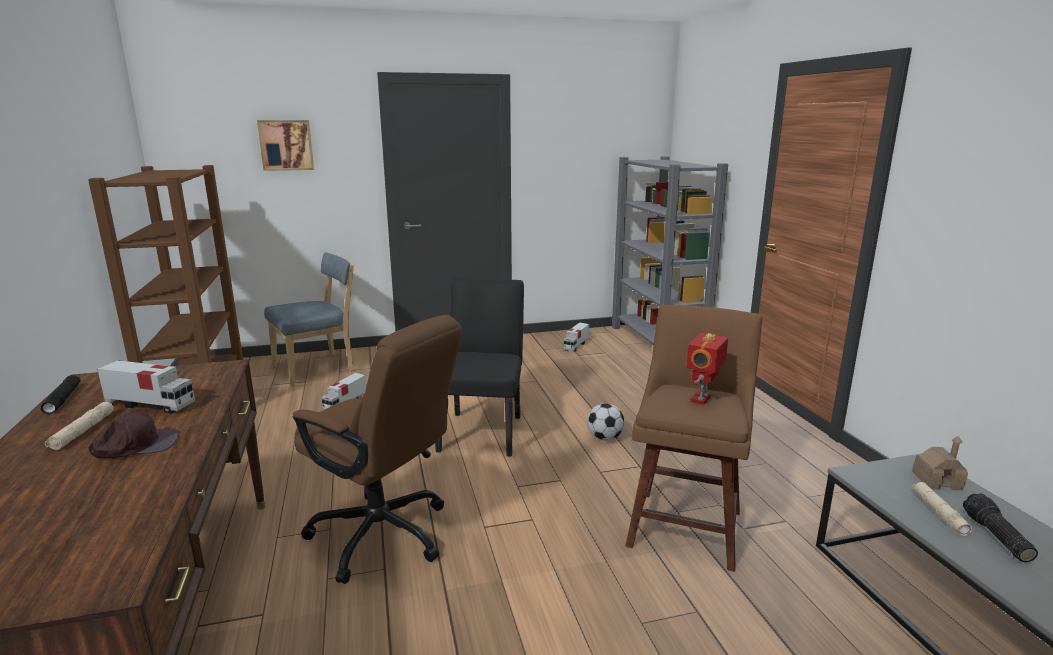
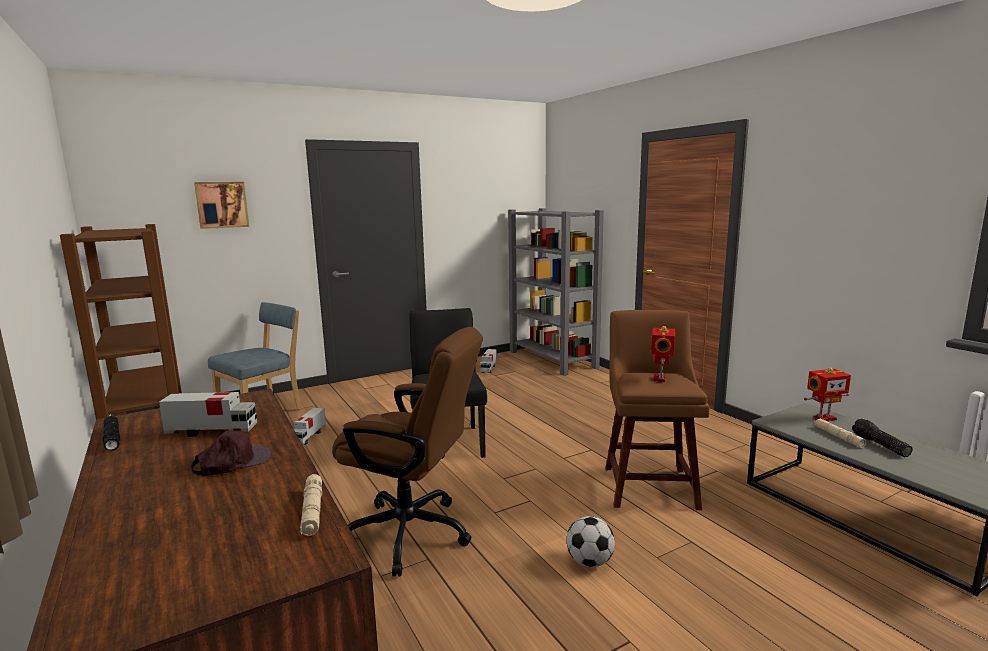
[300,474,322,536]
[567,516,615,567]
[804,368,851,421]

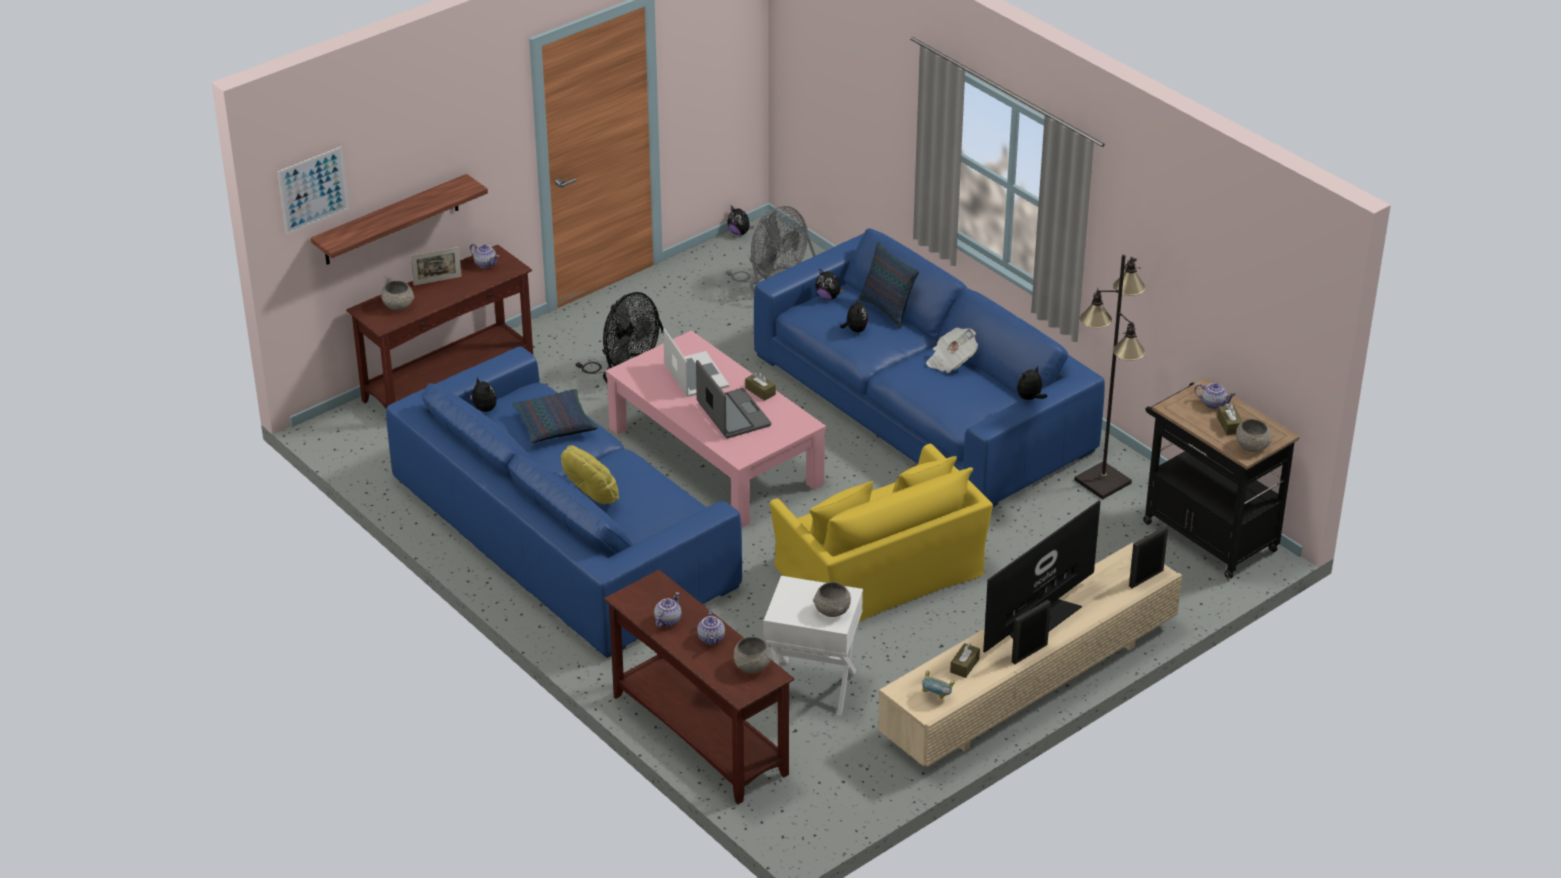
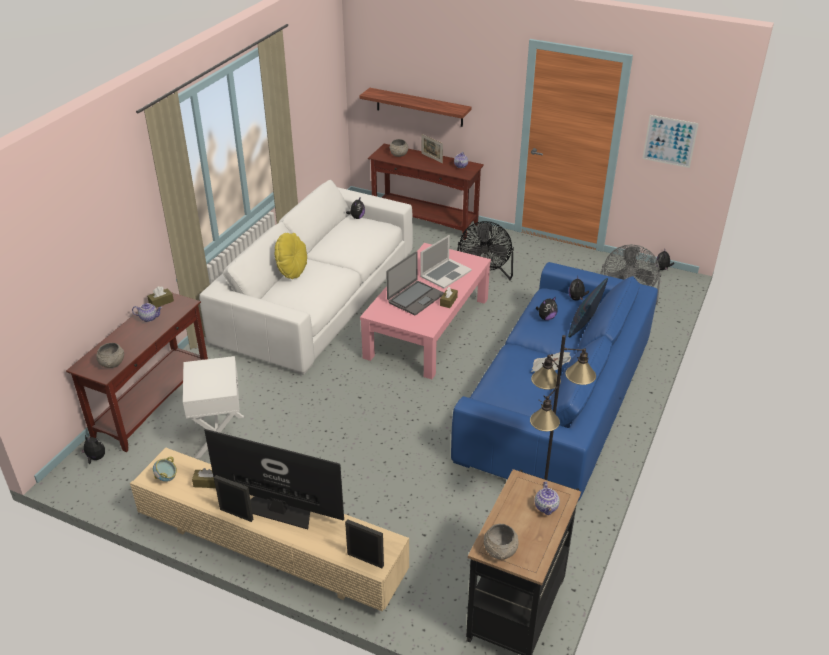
[642,115,699,168]
[199,180,413,375]
[512,389,598,443] (first image)
[697,610,725,646] (first image)
[770,444,993,622] (first image)
[813,582,851,617] (first image)
[81,435,105,464]
[147,286,174,308]

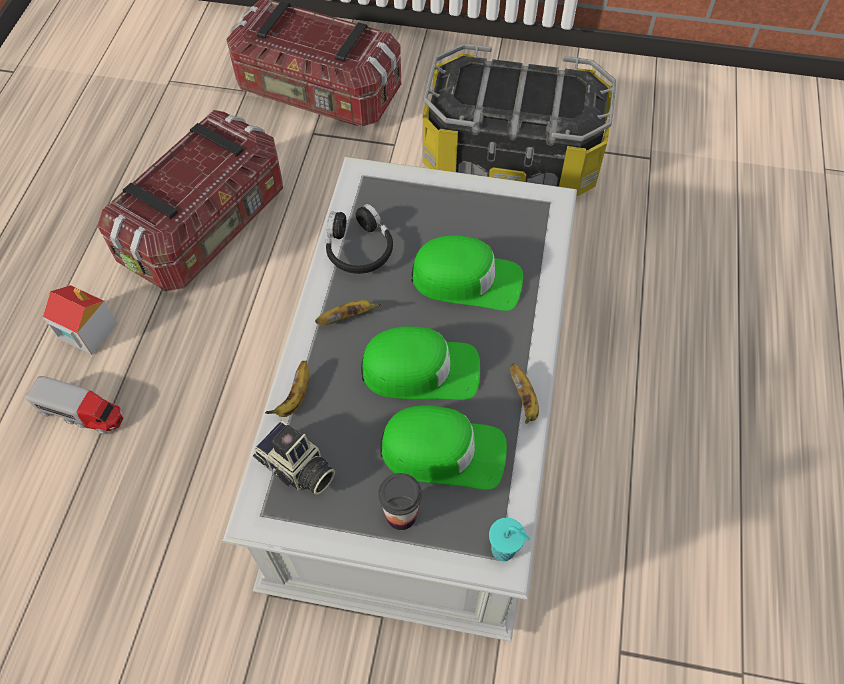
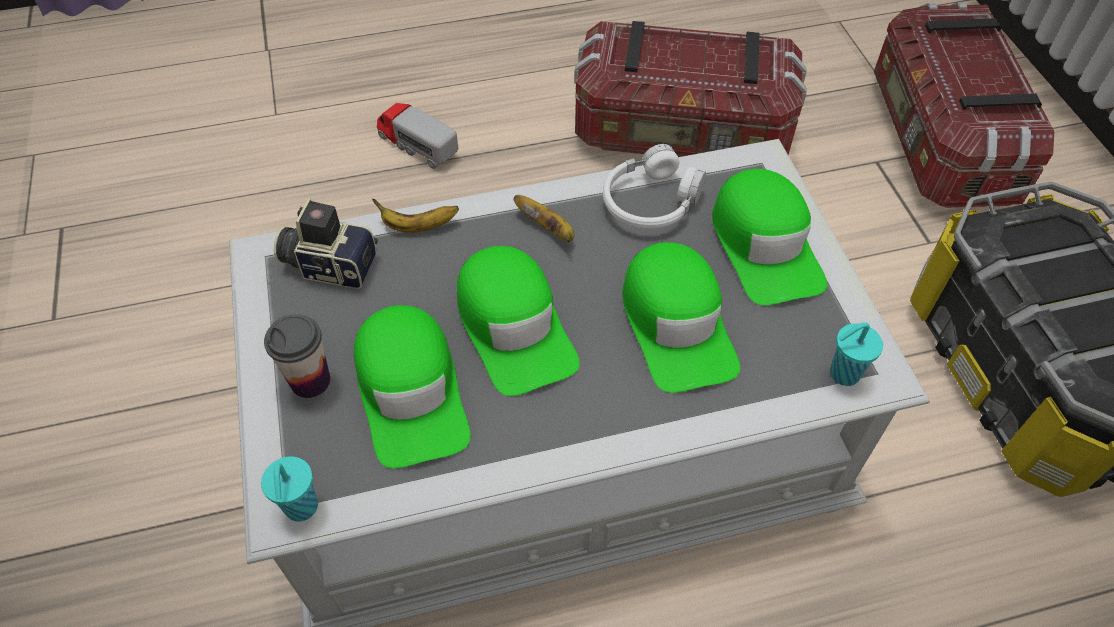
[377,103,458,169]
[43,285,118,355] (first image)
[274,198,378,289]
[603,144,706,229]
[510,363,539,424] (first image)
[712,169,827,305]
[830,322,883,386]

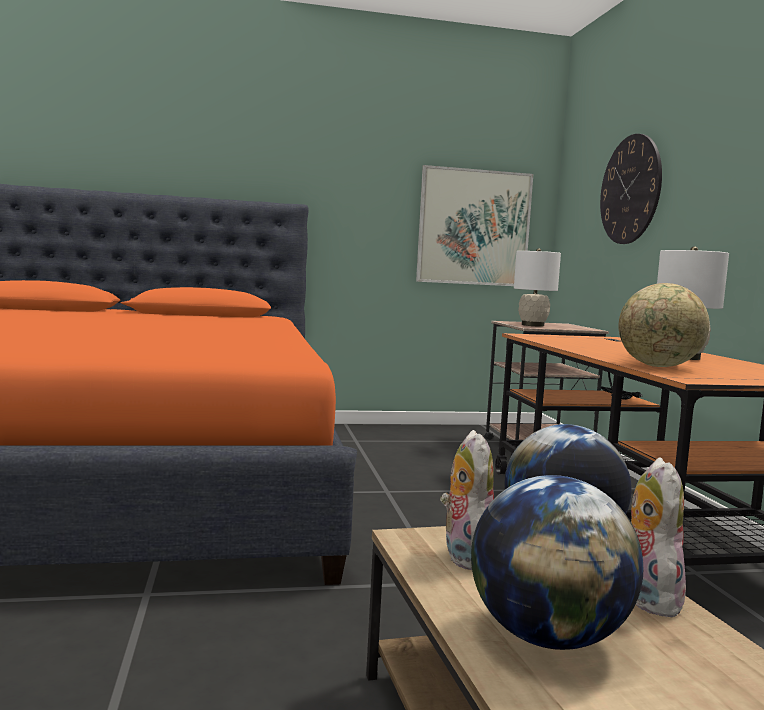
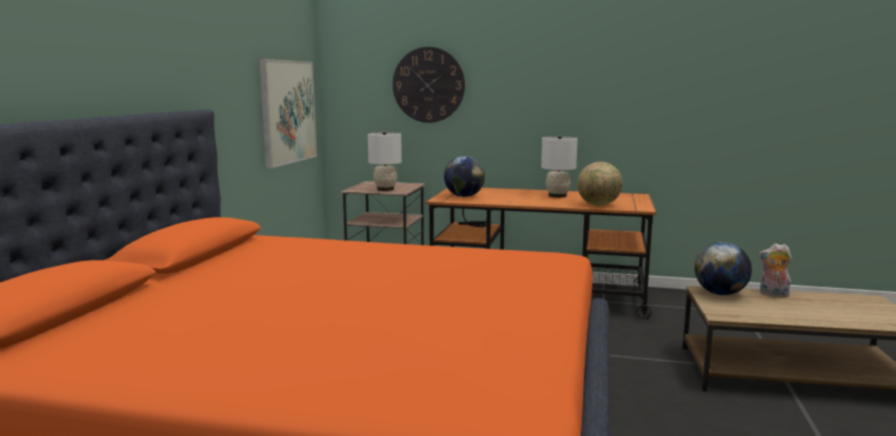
[440,430,494,570] (first image)
[444,156,485,197]

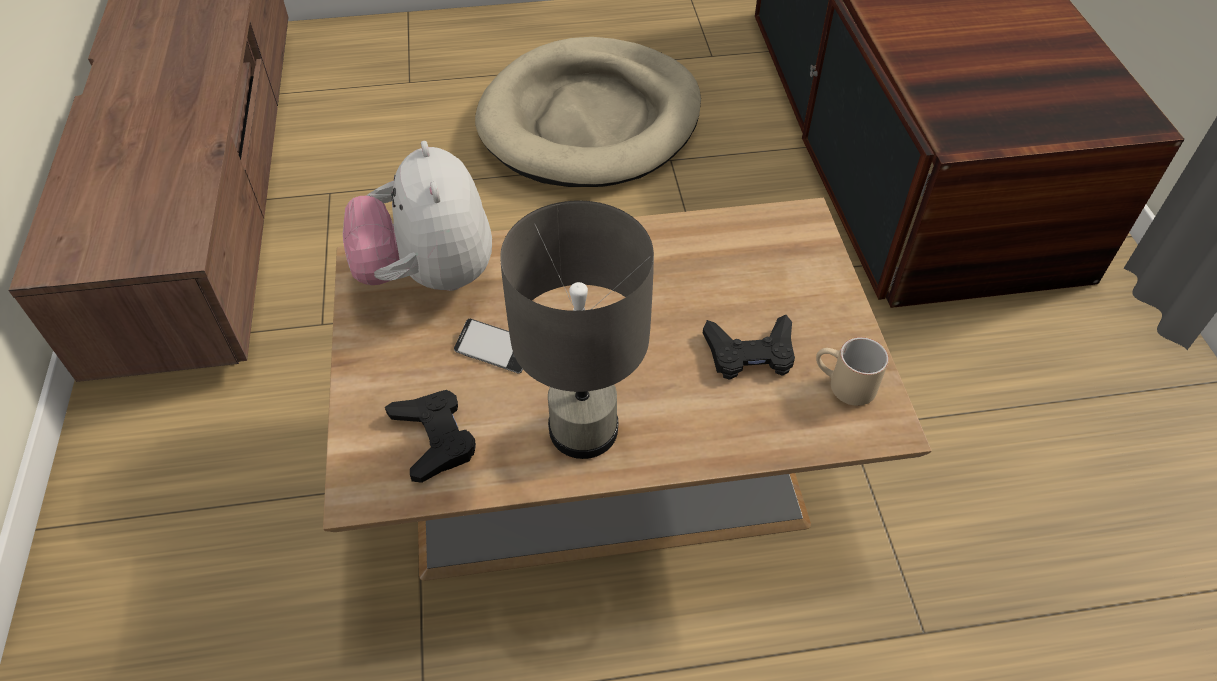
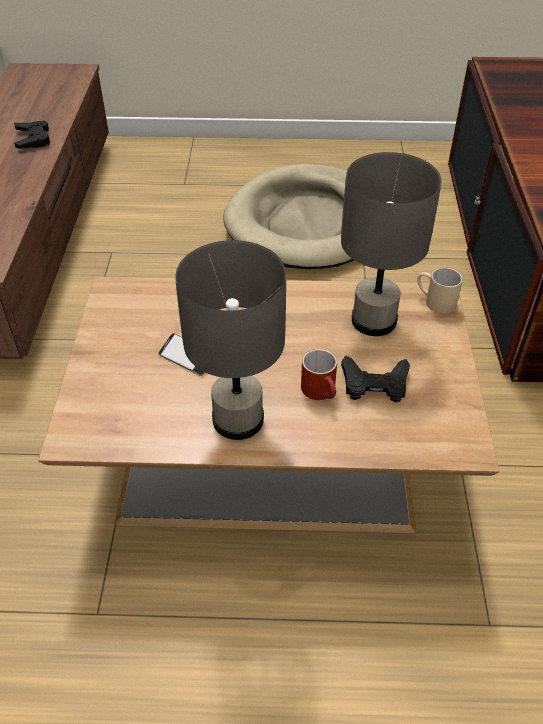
[343,141,492,291] (first image)
[14,121,50,149]
[417,267,463,313]
[301,349,337,400]
[341,152,441,336]

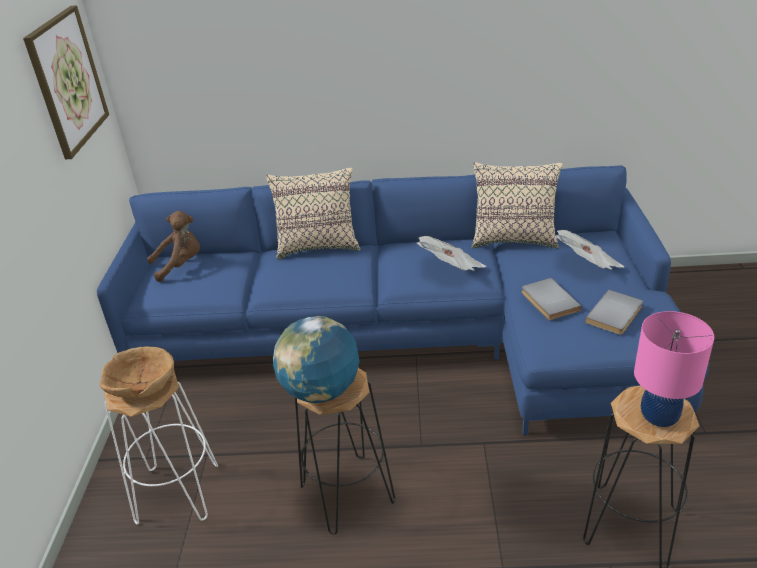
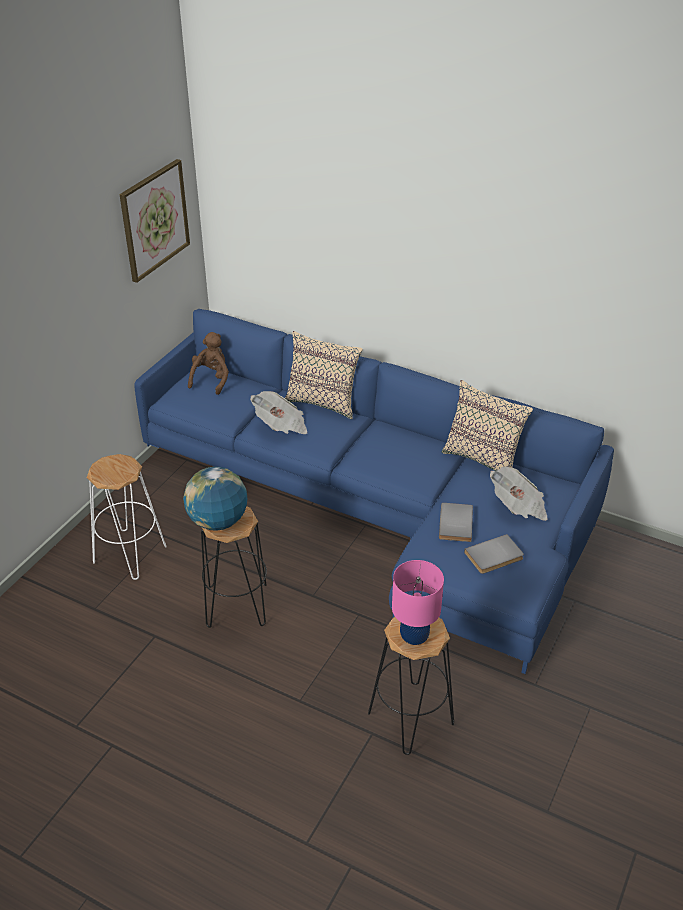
[100,346,174,398] (first image)
[188,332,229,395]
[250,391,307,434]

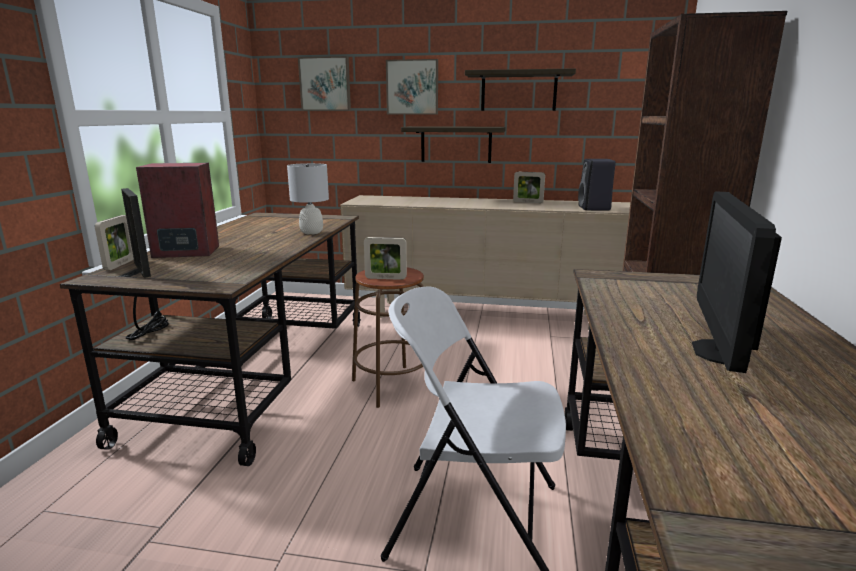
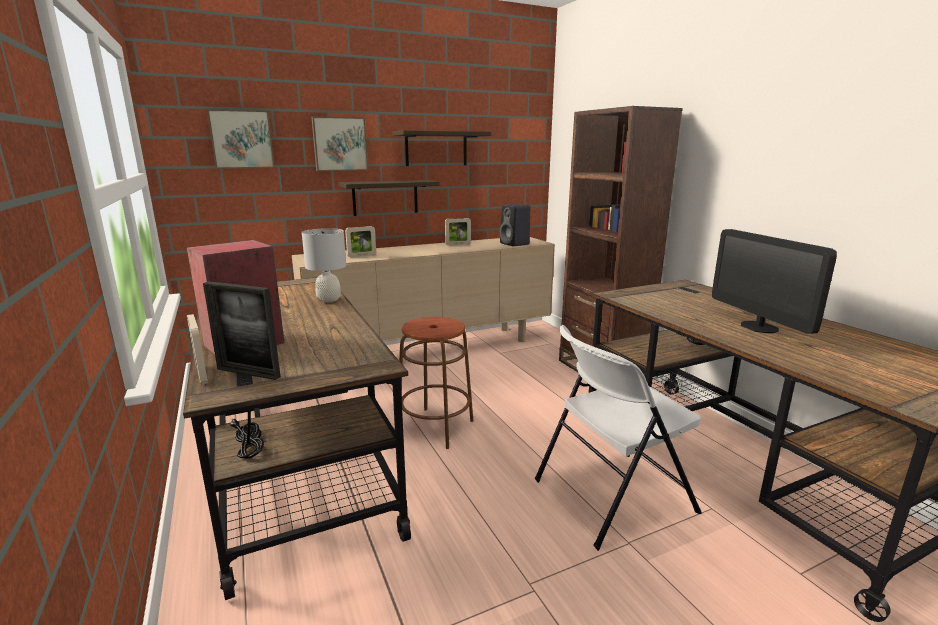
[345,226,376,257]

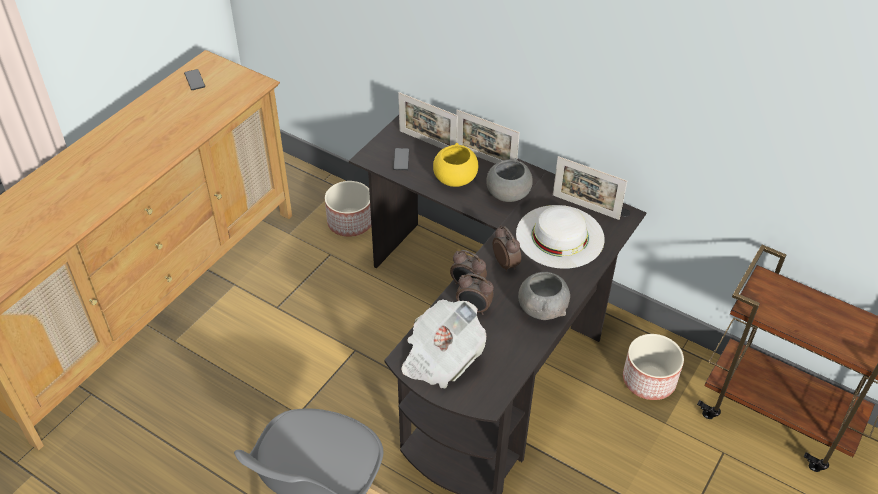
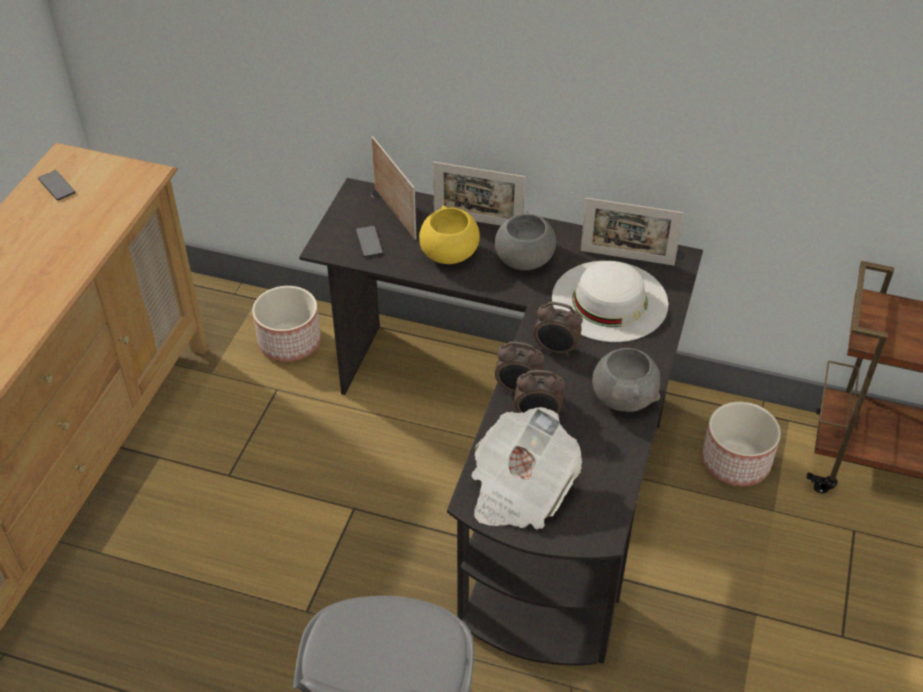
[372,136,417,240]
[534,302,583,356]

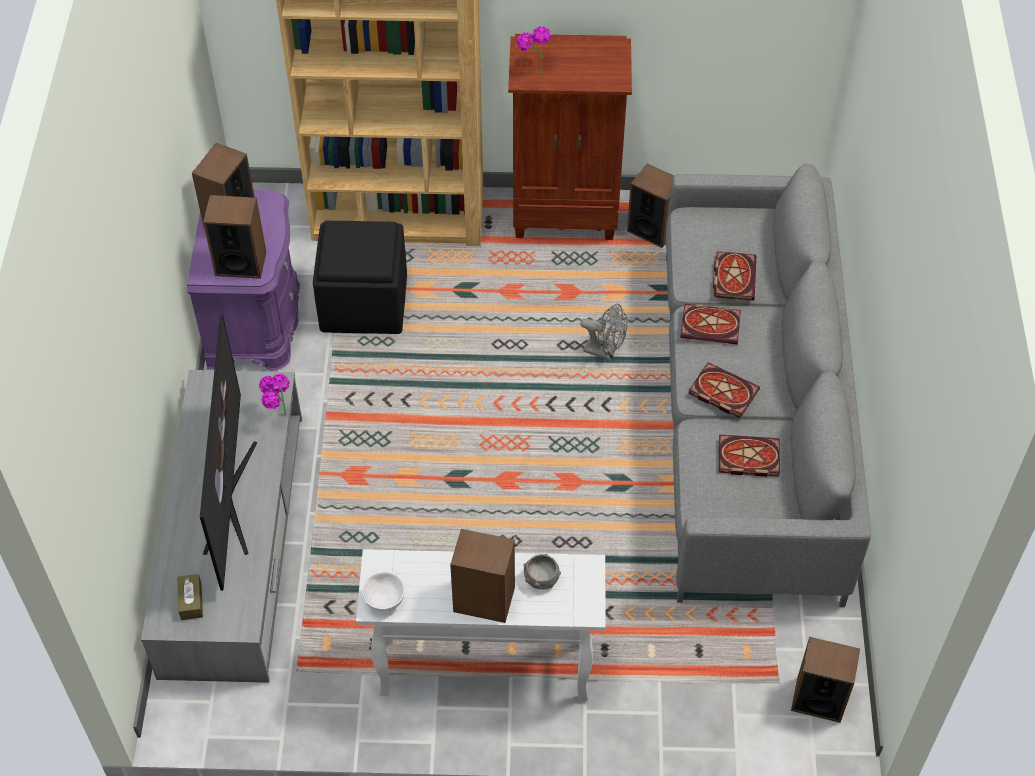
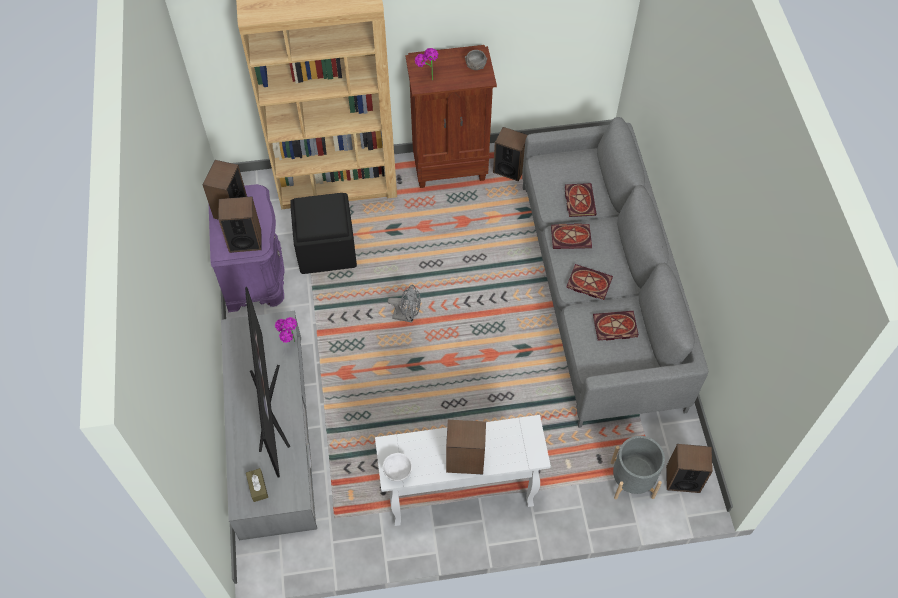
[465,50,487,70]
[388,285,421,323]
[611,436,665,499]

